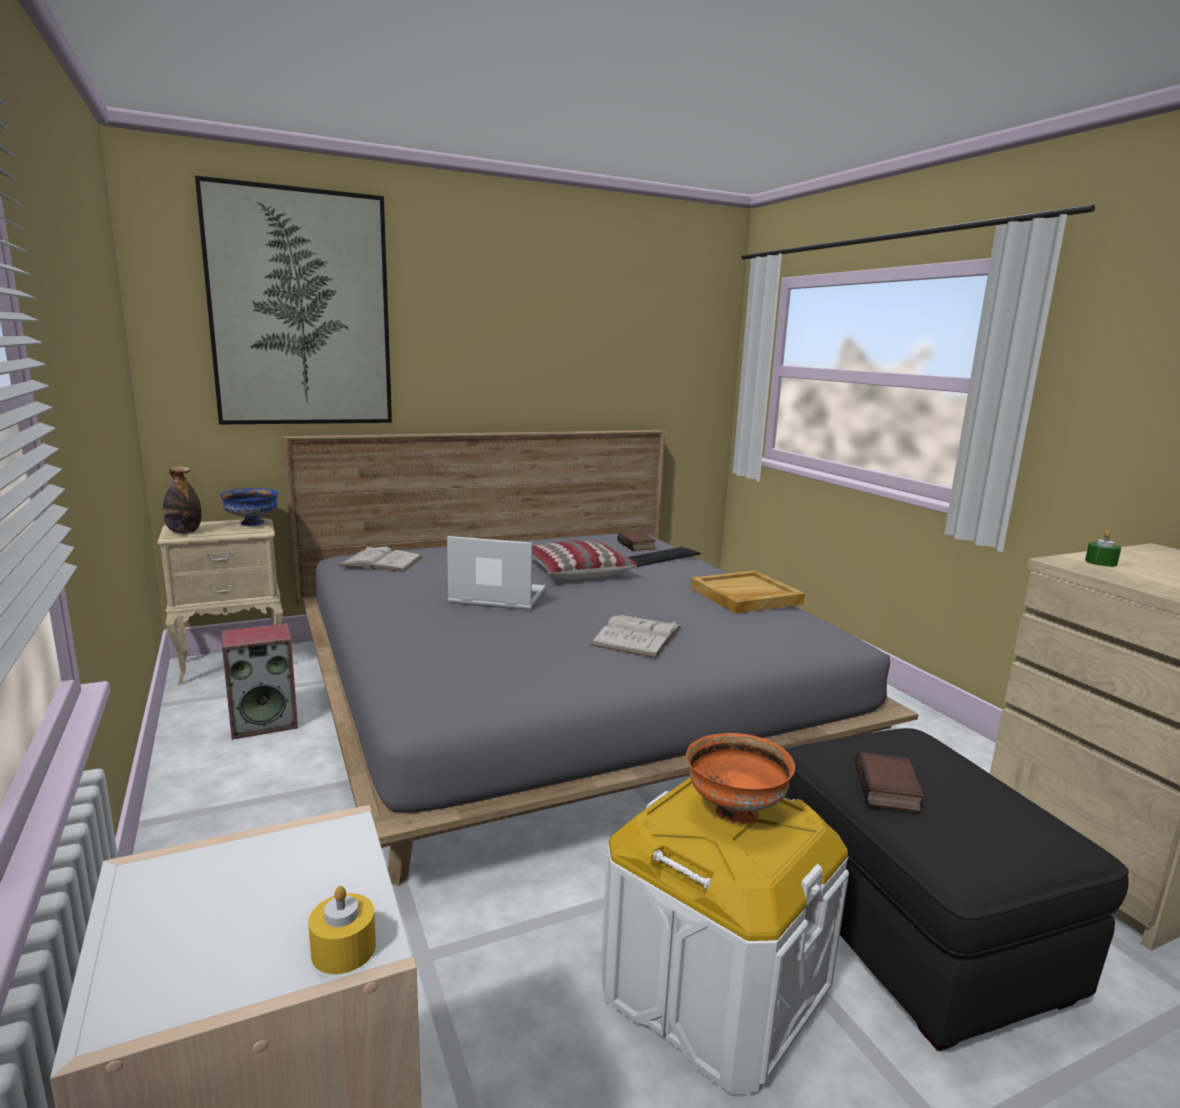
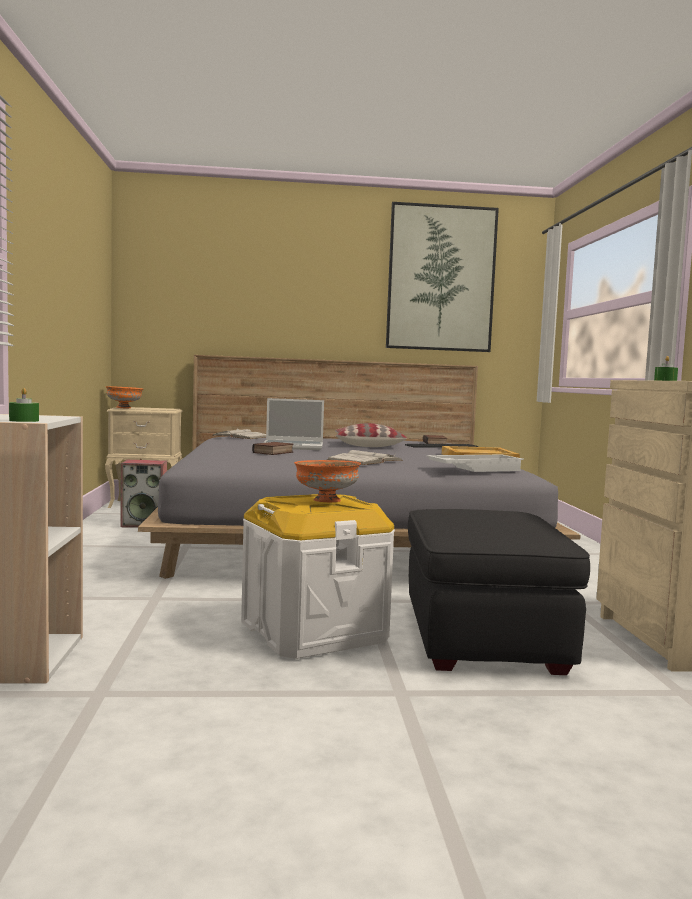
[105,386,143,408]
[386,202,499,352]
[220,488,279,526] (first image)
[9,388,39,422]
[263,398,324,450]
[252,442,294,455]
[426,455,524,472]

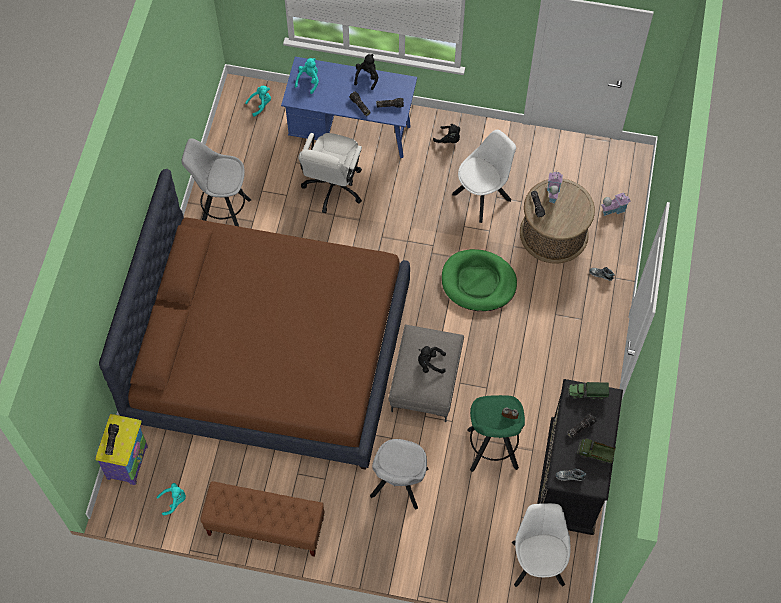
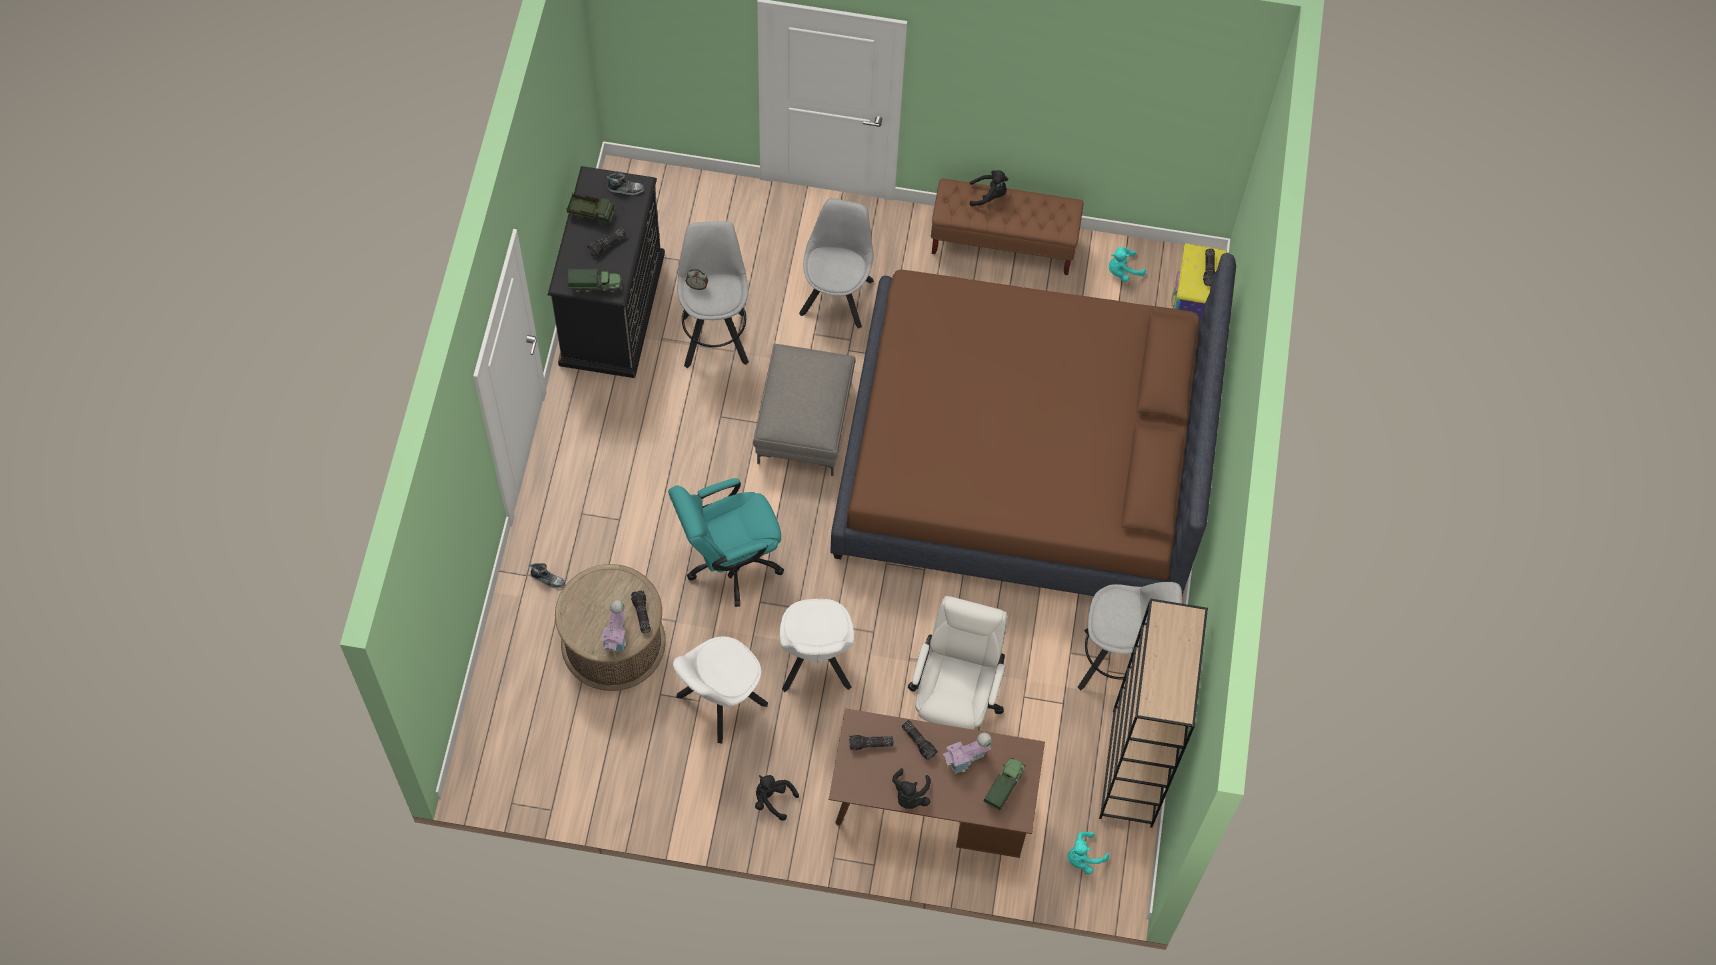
[829,708,1045,858]
[983,757,1026,811]
[970,170,1008,206]
[668,478,784,607]
[677,221,749,368]
[780,599,854,692]
[942,733,992,774]
[1099,598,1208,828]

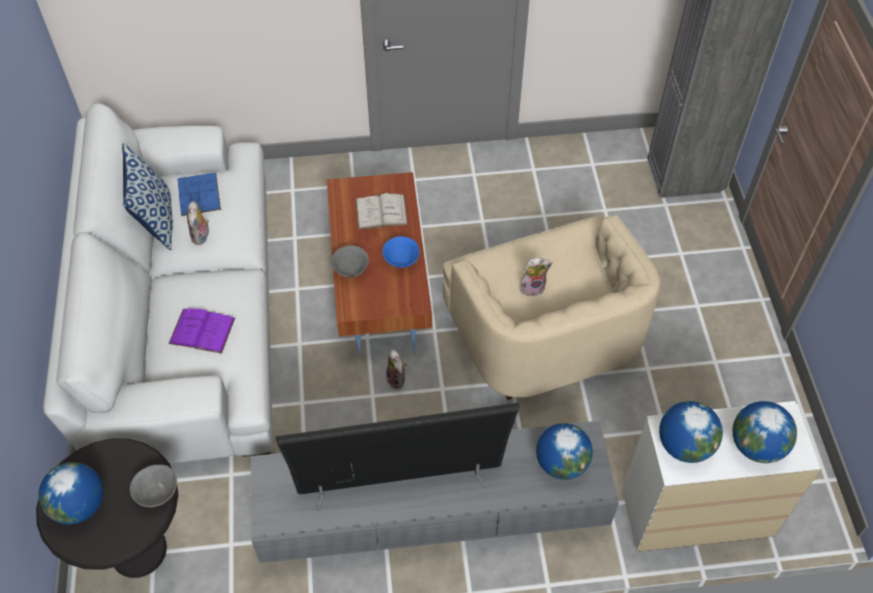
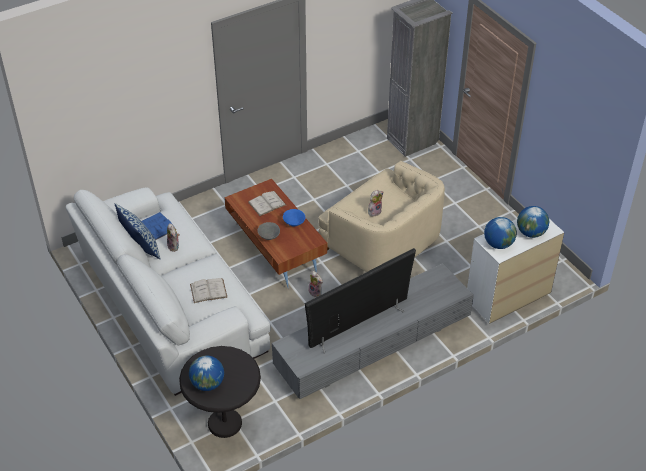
[130,465,177,507] (first image)
[190,278,227,303]
[536,423,593,480] (first image)

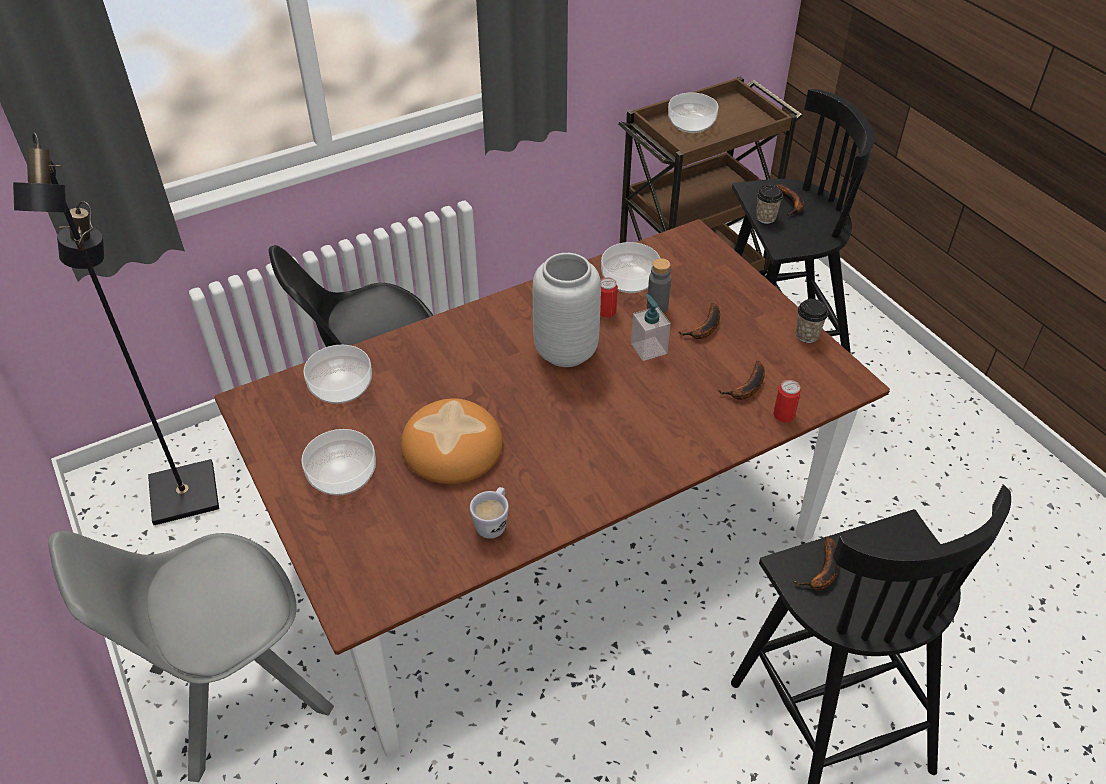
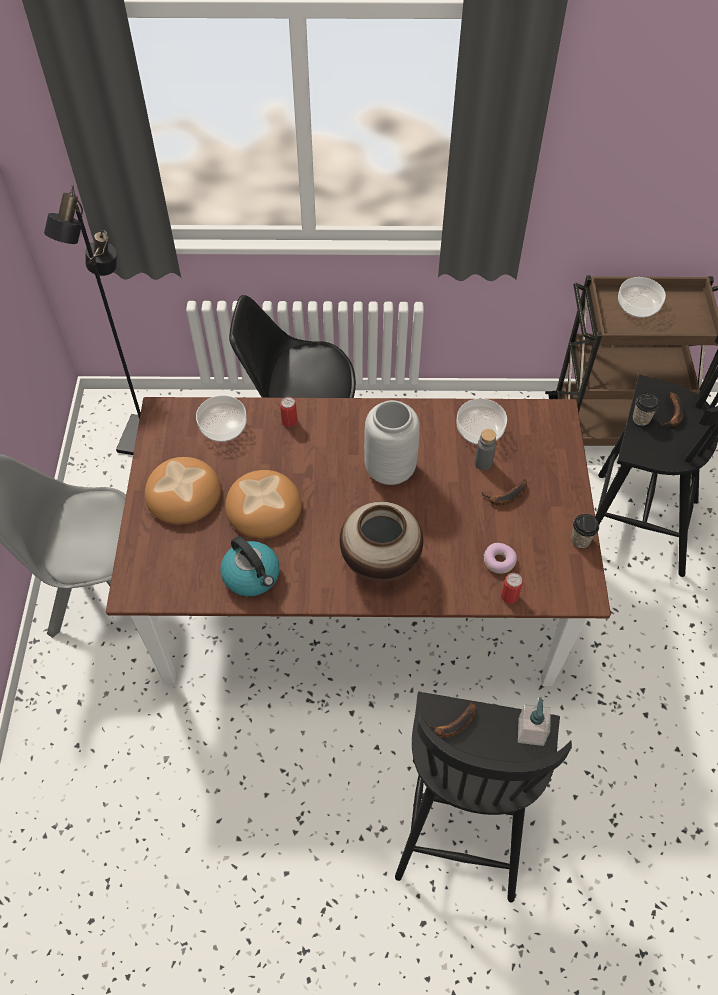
[145,457,221,525]
[220,536,280,596]
[280,397,297,427]
[518,697,551,746]
[483,543,517,574]
[340,502,423,582]

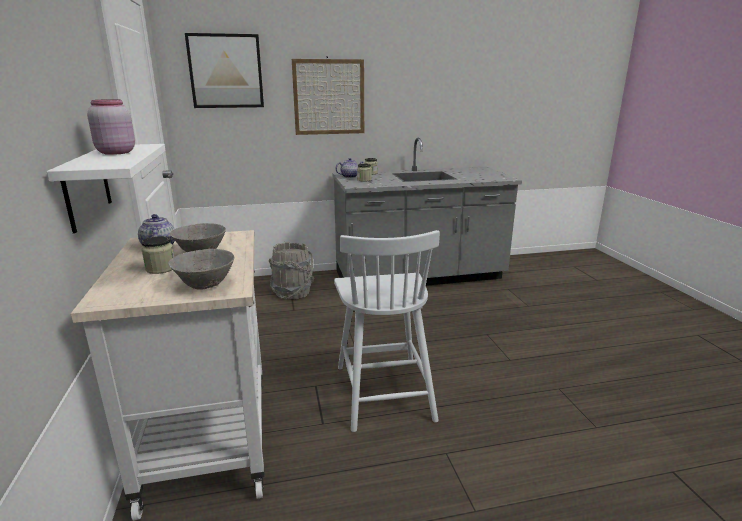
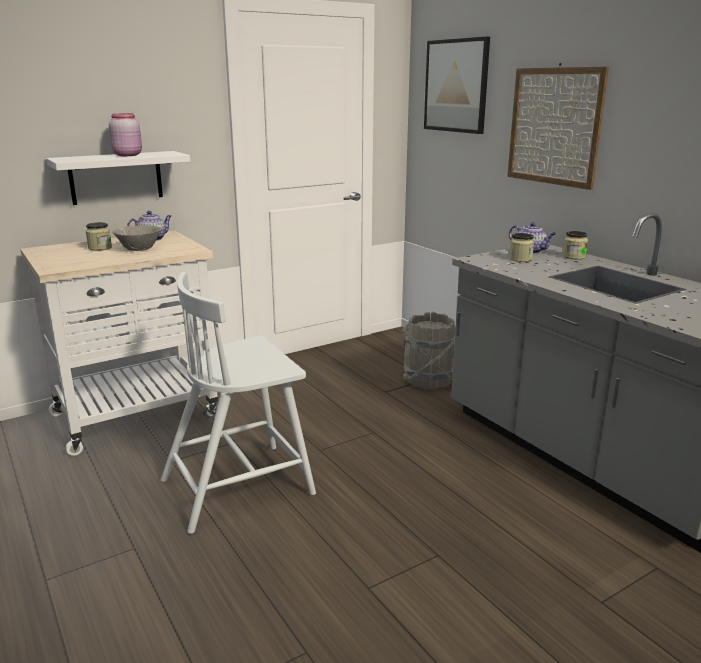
[168,249,234,290] (first image)

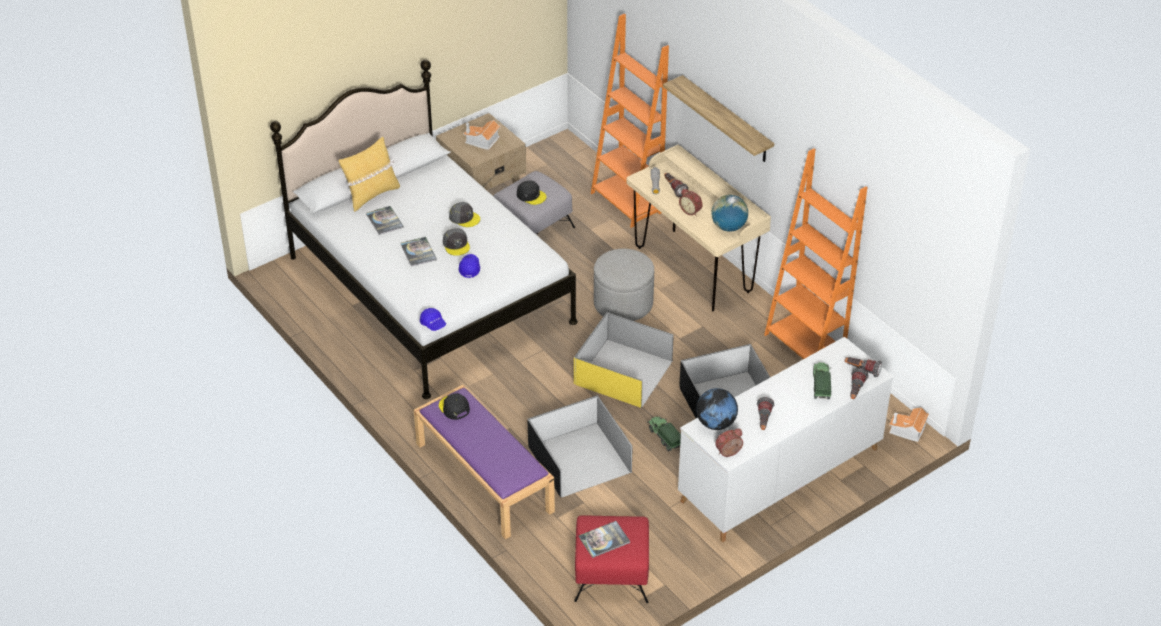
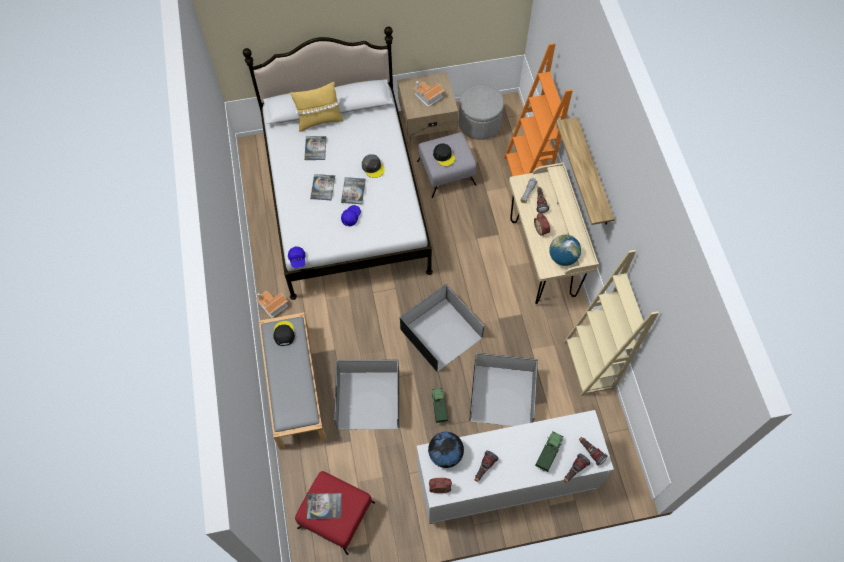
[259,313,326,449]
[341,177,366,204]
[400,284,484,371]
[459,85,504,140]
[564,250,659,396]
[256,291,288,318]

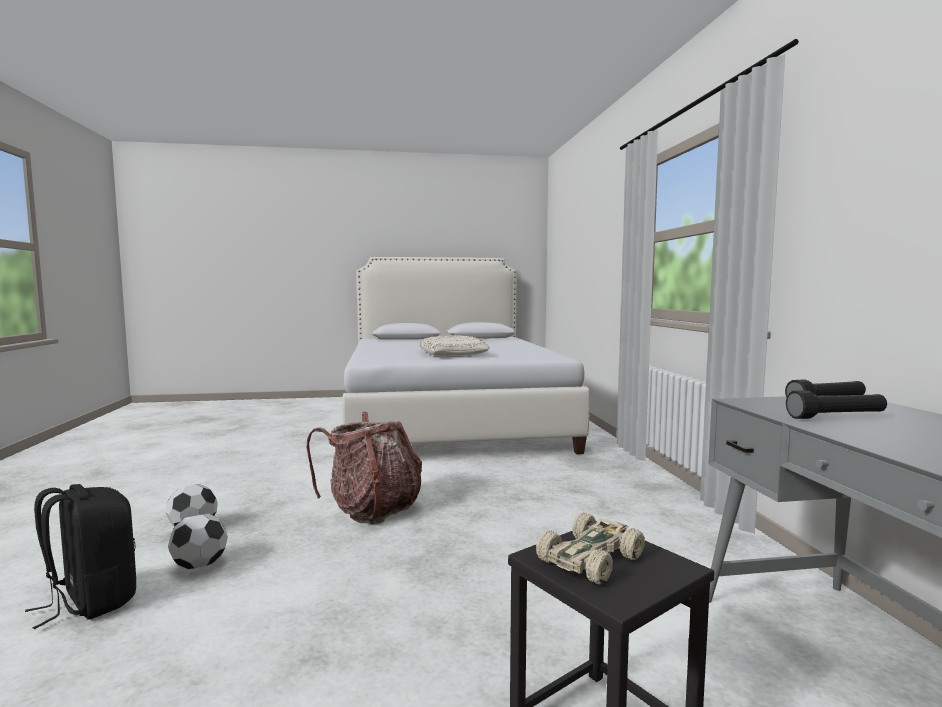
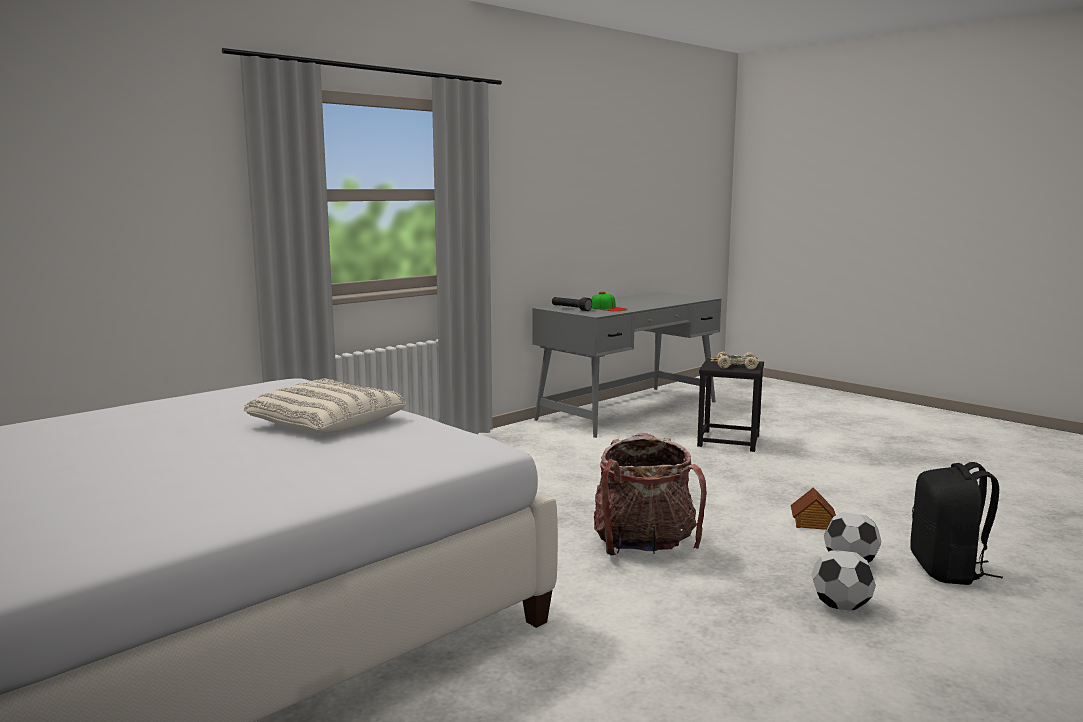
[591,292,628,311]
[791,487,836,530]

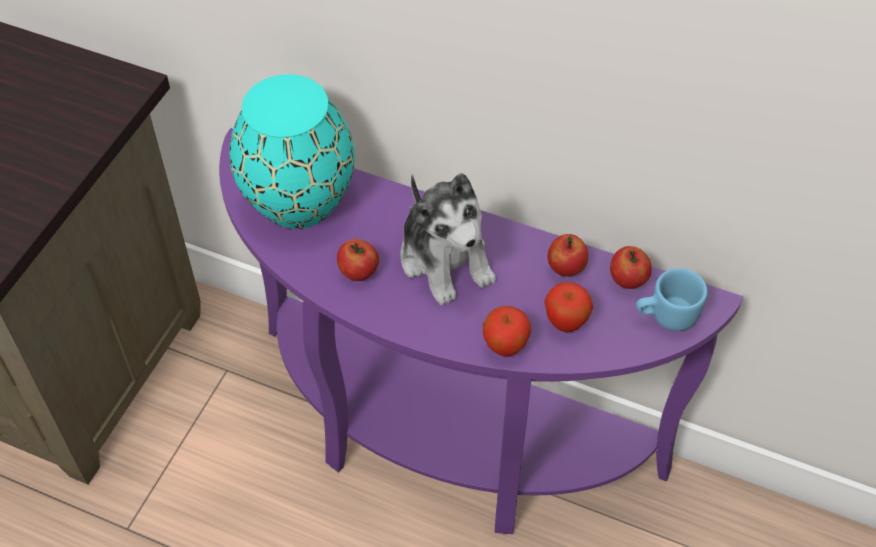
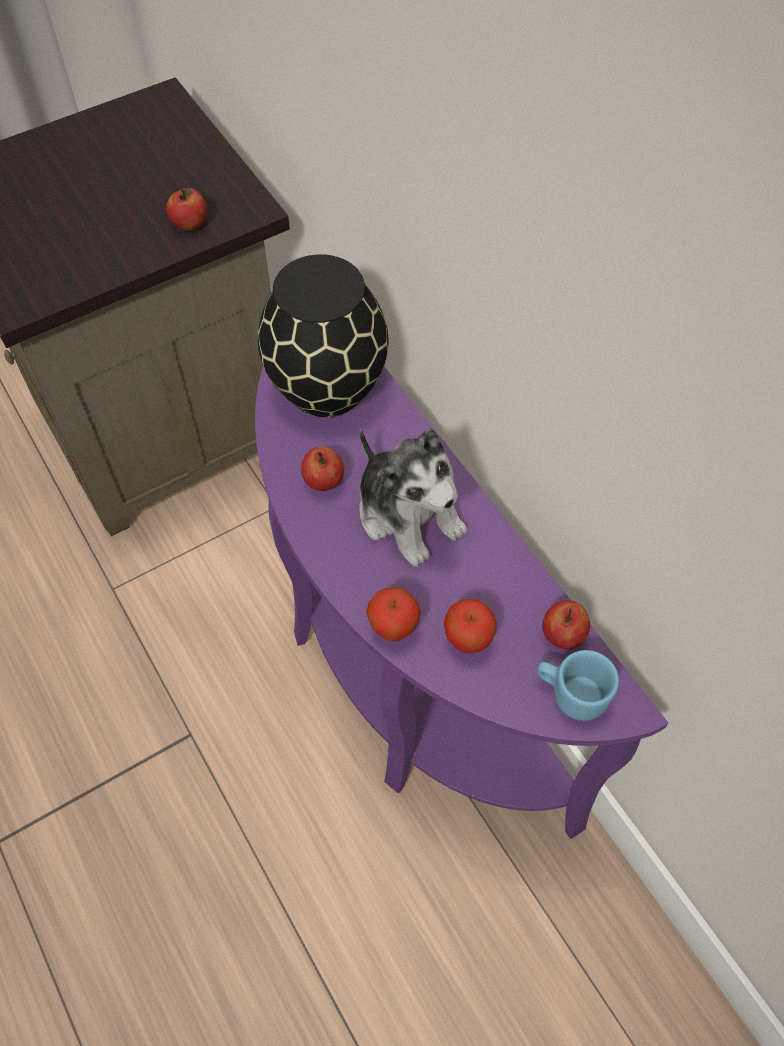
[258,254,388,417]
[359,428,467,567]
[166,188,207,231]

